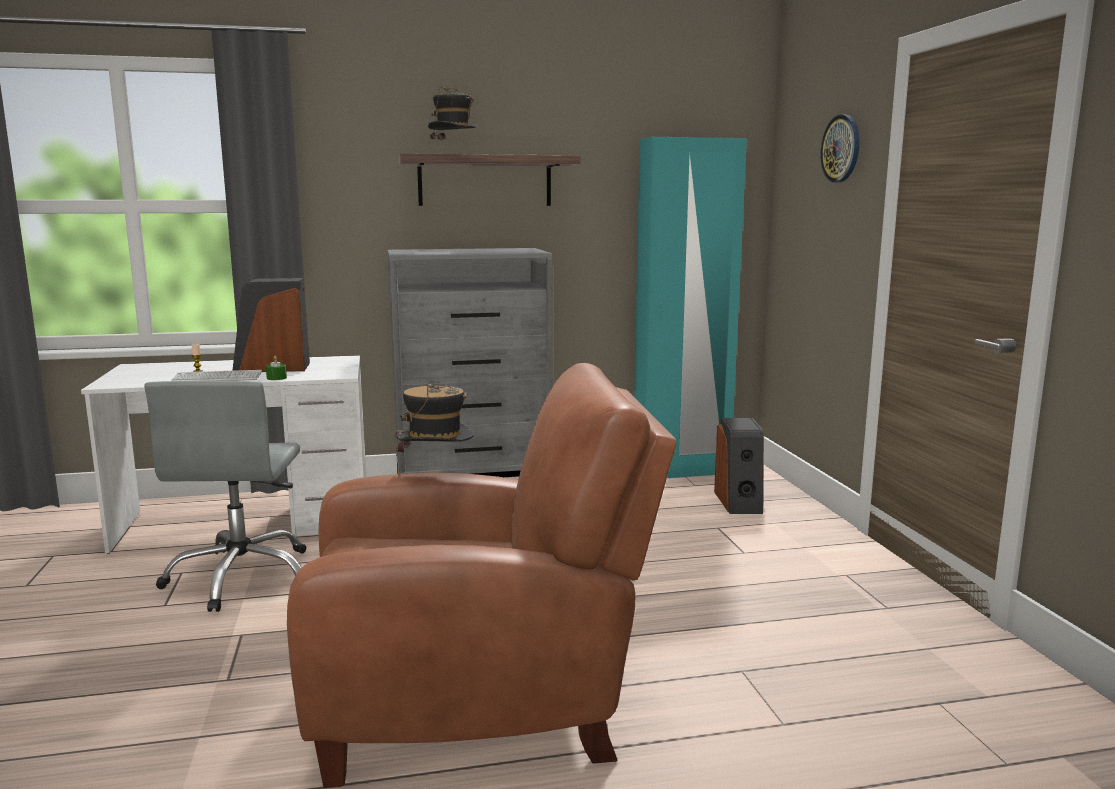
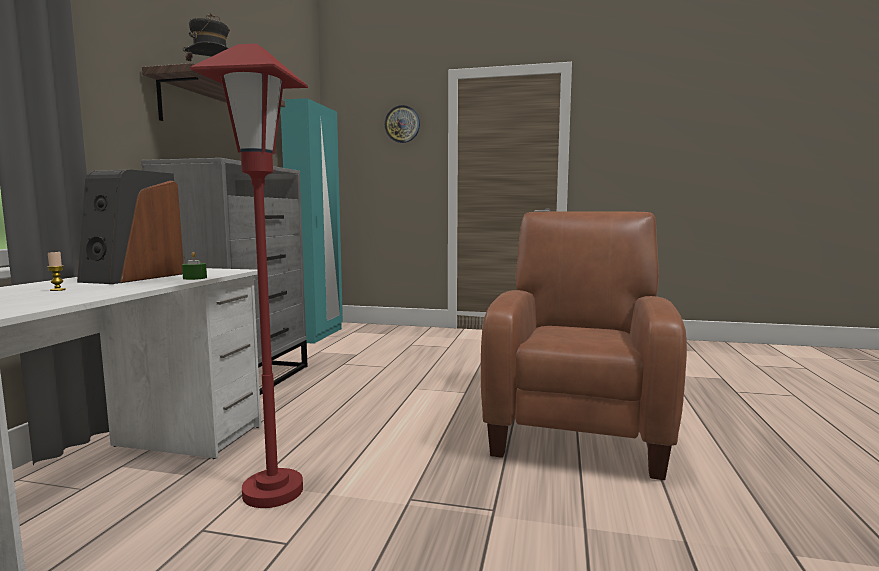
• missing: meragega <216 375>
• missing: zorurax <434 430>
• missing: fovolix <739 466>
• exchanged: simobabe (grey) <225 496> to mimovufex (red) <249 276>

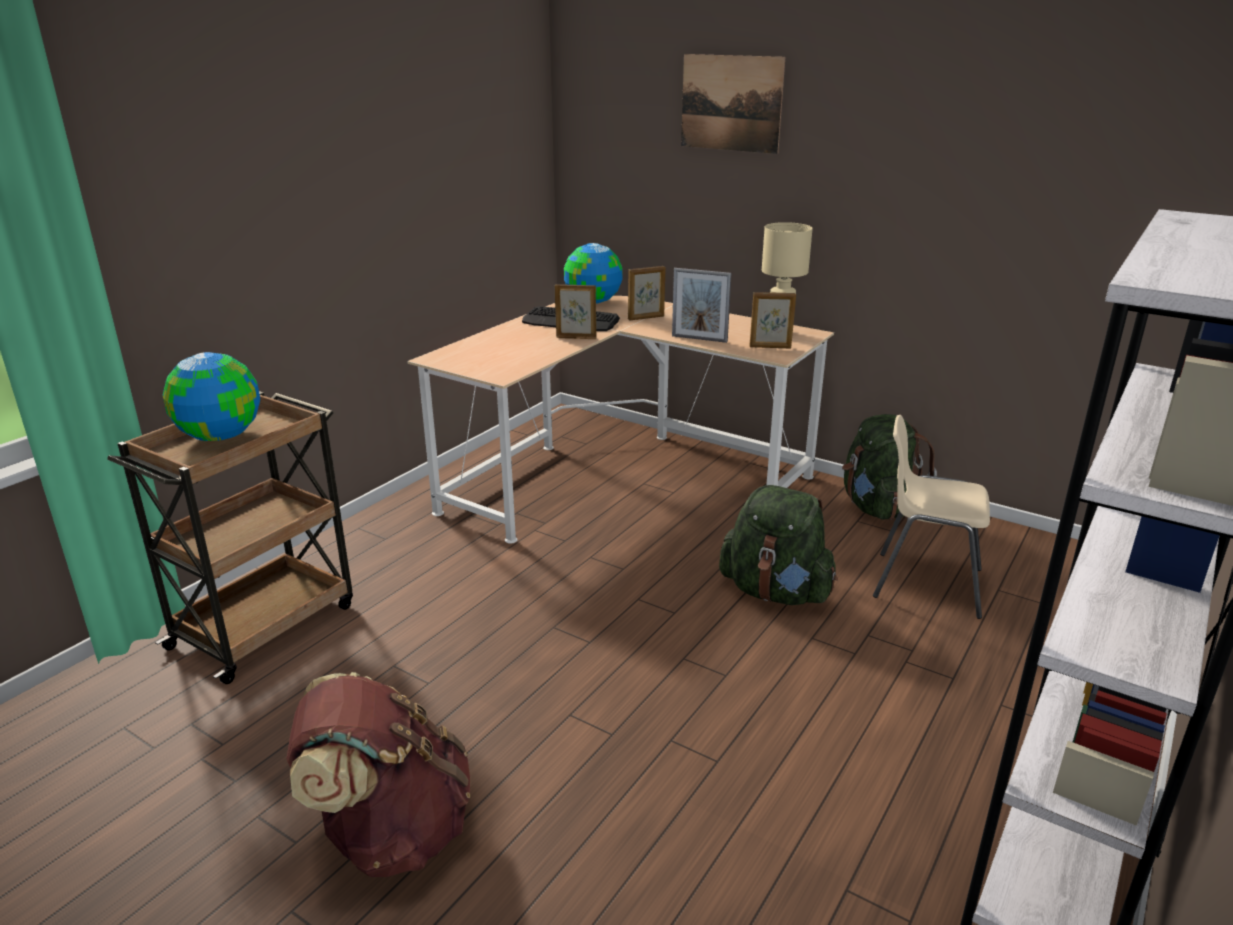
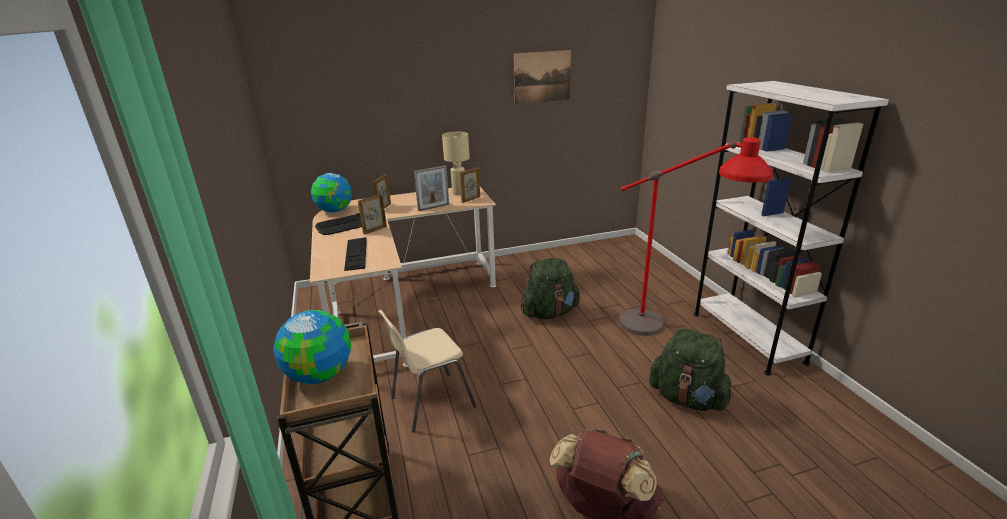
• appeared: meragega <355 254>
• appeared: mimovufex (red) <696 236>
• relocated: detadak <733 104> to <542 77>
• relocated: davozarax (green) <889 467> to <691 370>
• relocated: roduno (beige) <931 517> to <427 371>

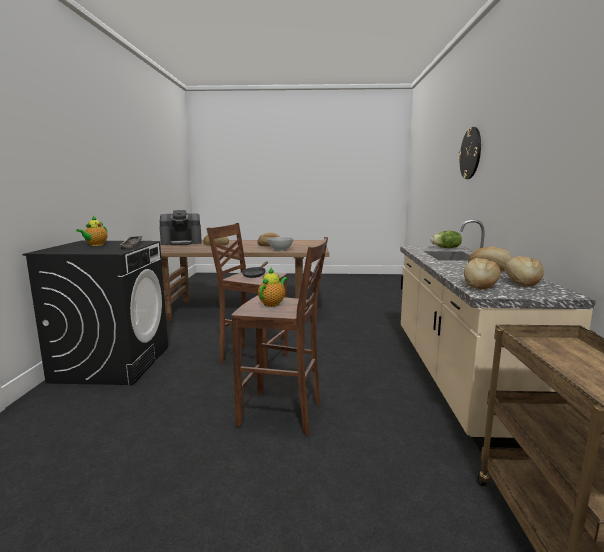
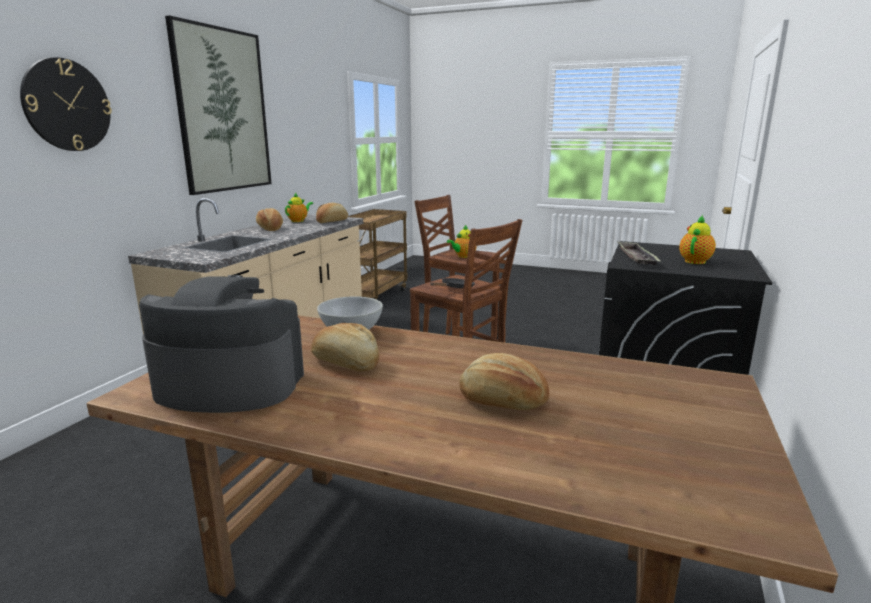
• missing: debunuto <446 239>
• appeared: detadak <218 105>
• relocated: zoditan <180 227> to <221 344>
• exchanged: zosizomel <524 271> to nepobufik <299 207>

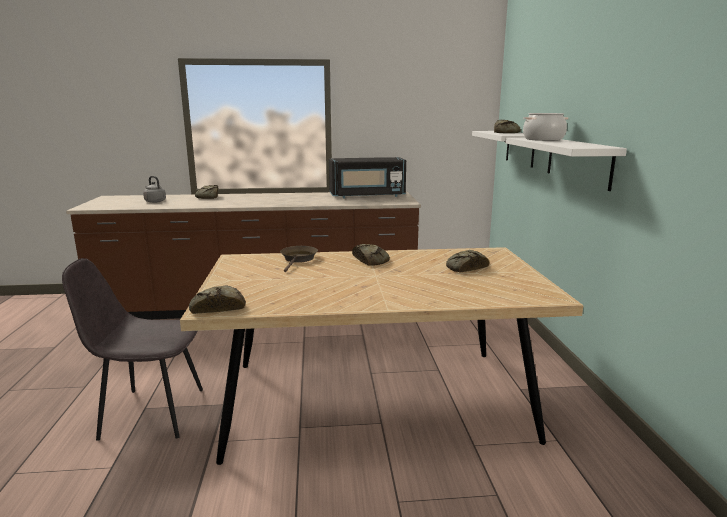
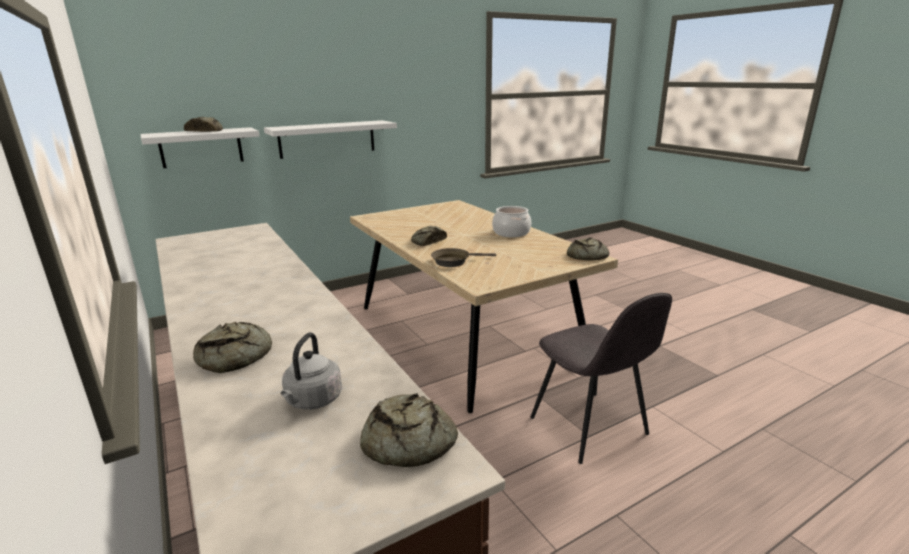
• missing: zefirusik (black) <367 177>
• relocated: zosizomel <467 261> to <409 430>
• relocated: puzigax <545 127> to <511 221>

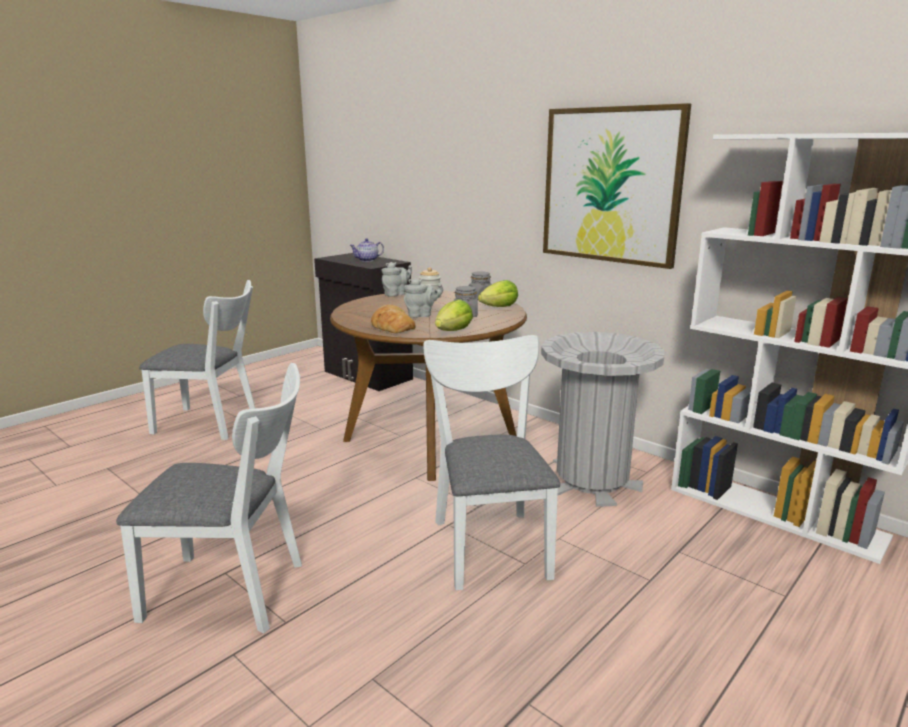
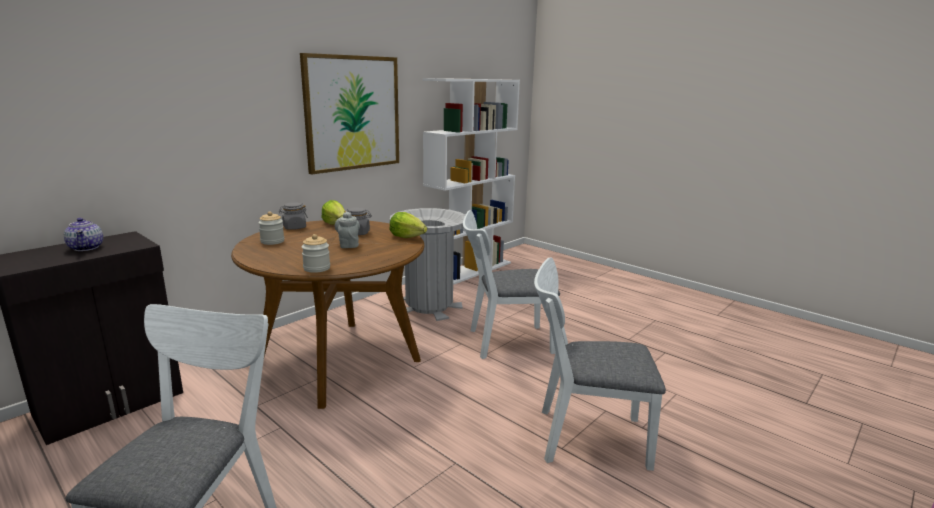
• missing: zosizomel <393 319>
• missing: nepobufik (grey) <397 279>
• appeared: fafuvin <316 253>
• spun: roduno (white) <209 498> = <600 364> 90 degrees counterclockwise

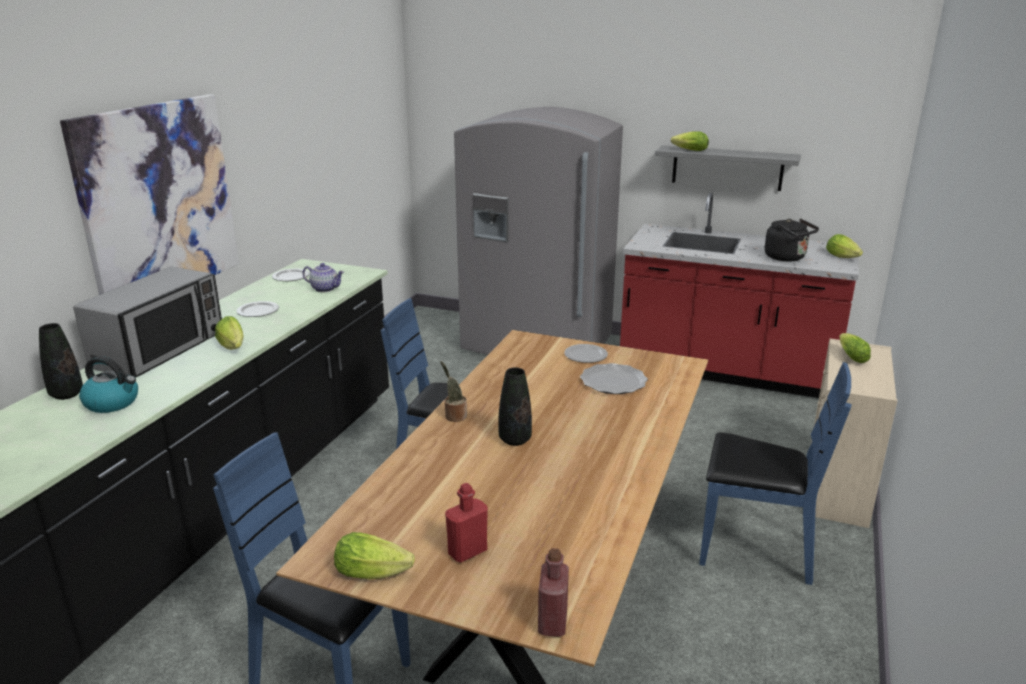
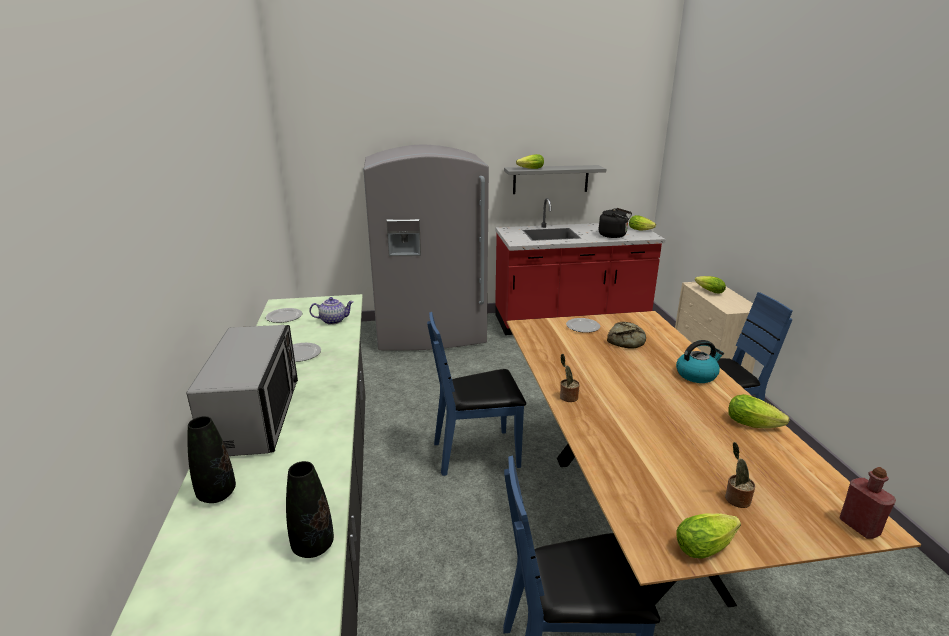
• missing: detadak <149 194>
• relocated: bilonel <108 384> to <700 361>
• relocated: debunuto <229 333> to <758 411>
• relocated: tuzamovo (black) <515 407> to <310 509>
• exchanged: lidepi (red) <466 523> to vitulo <740 475>
• exchanged: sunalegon <614 378> to zosizomel <626 335>

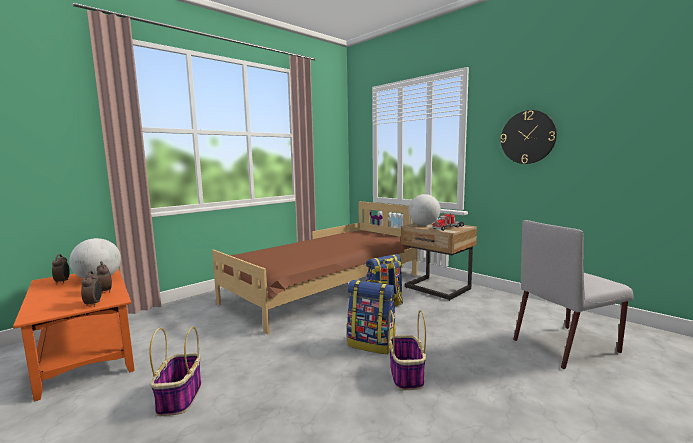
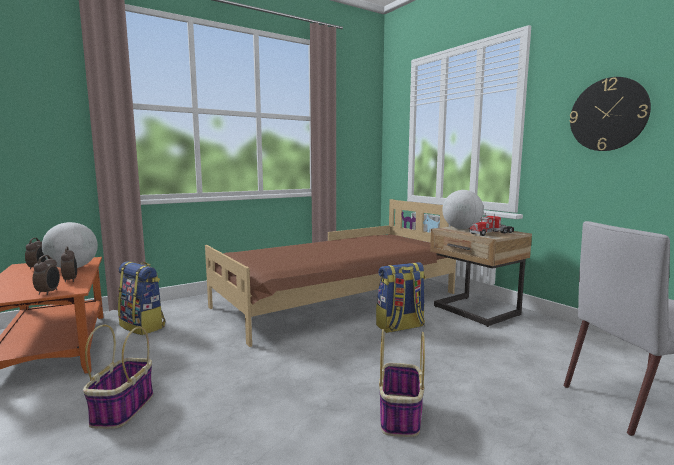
• relocated: davozarax <371 317> to <142 298>

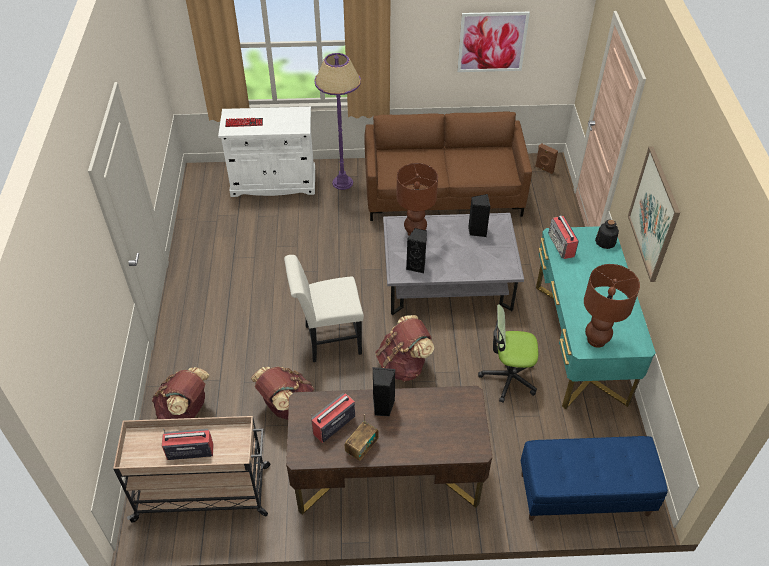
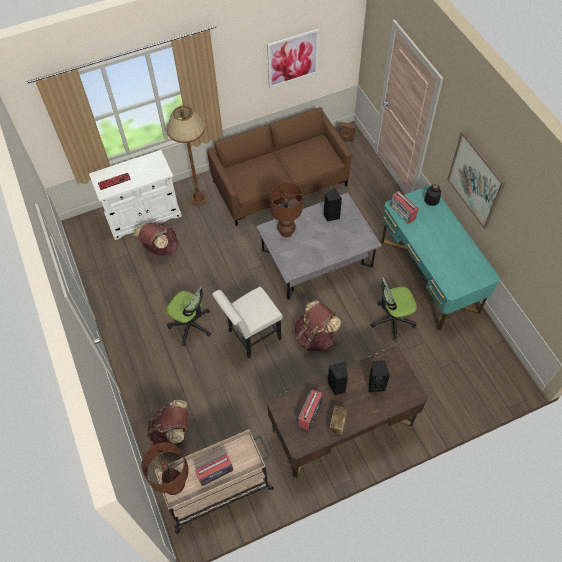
• missing: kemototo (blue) <594 478>
• appeared: simobabe <188 316>
• relocated: davozarax (brown) <282 393> to <156 238>
• relocated: fovolix (black) <416 250> to <379 376>
• relocated: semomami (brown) <612 306> to <165 468>
• colour: mimovufex (purple) <337 121> to mimovufex (brown) <186 156>

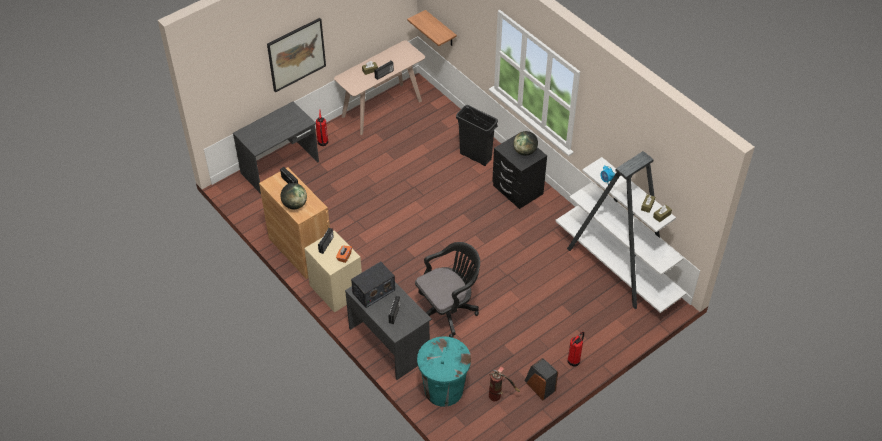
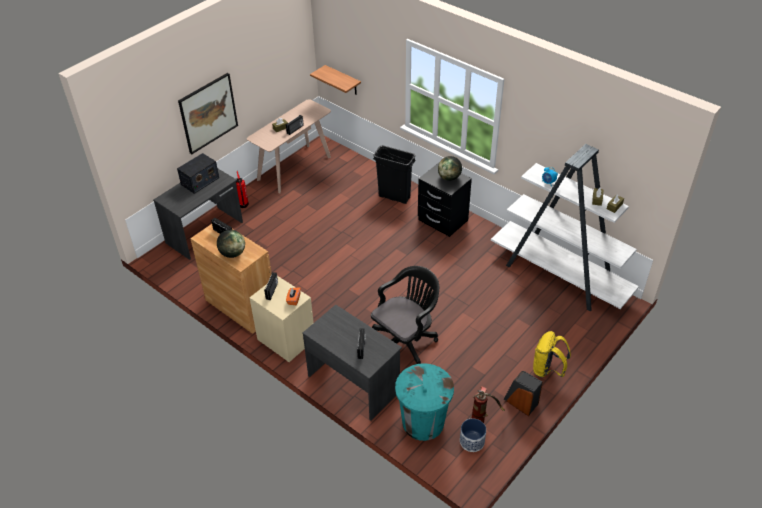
• appeared: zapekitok <473 435>
• relocated: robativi <373 285> to <198 173>
• exchanged: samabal <575 349> to davozarax (yellow) <552 354>

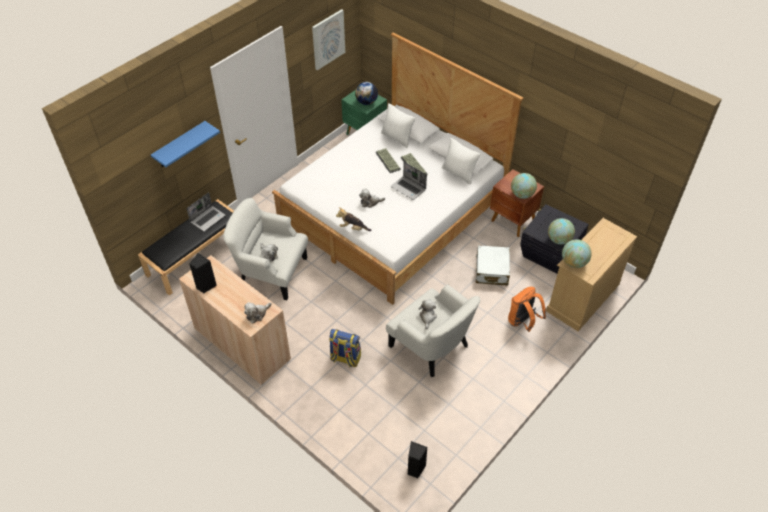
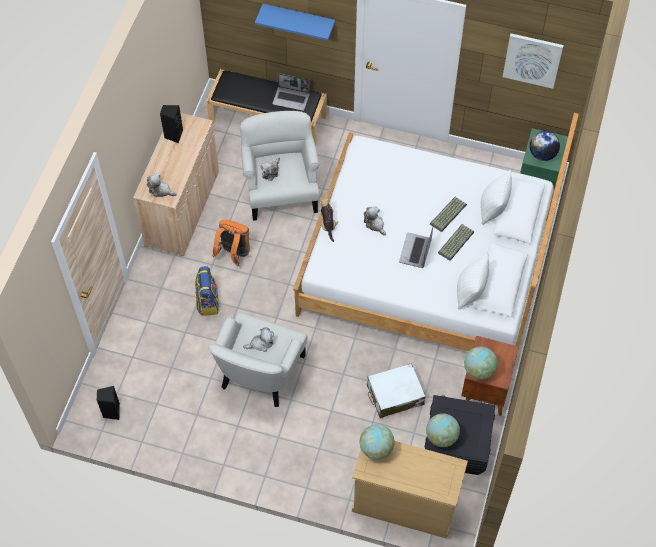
• relocated: davozarax (orange) <527 309> to <231 243>

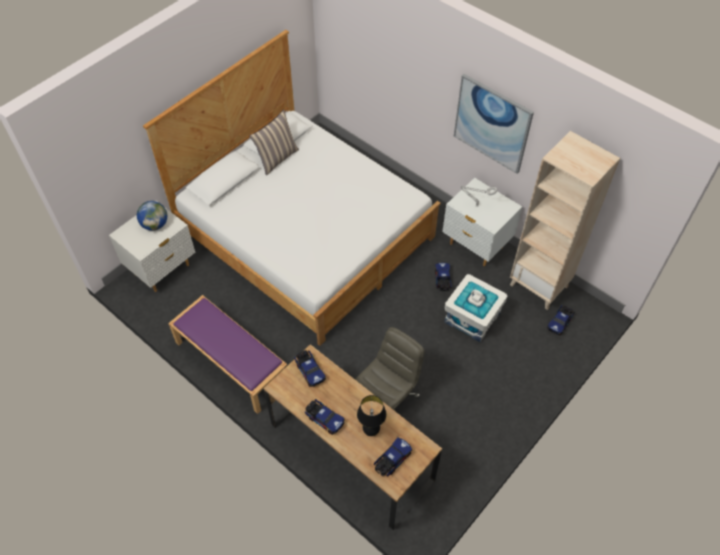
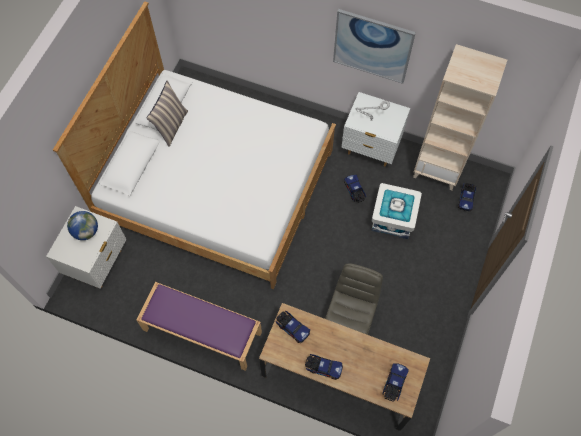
• missing: semomami (black) <371 415>

